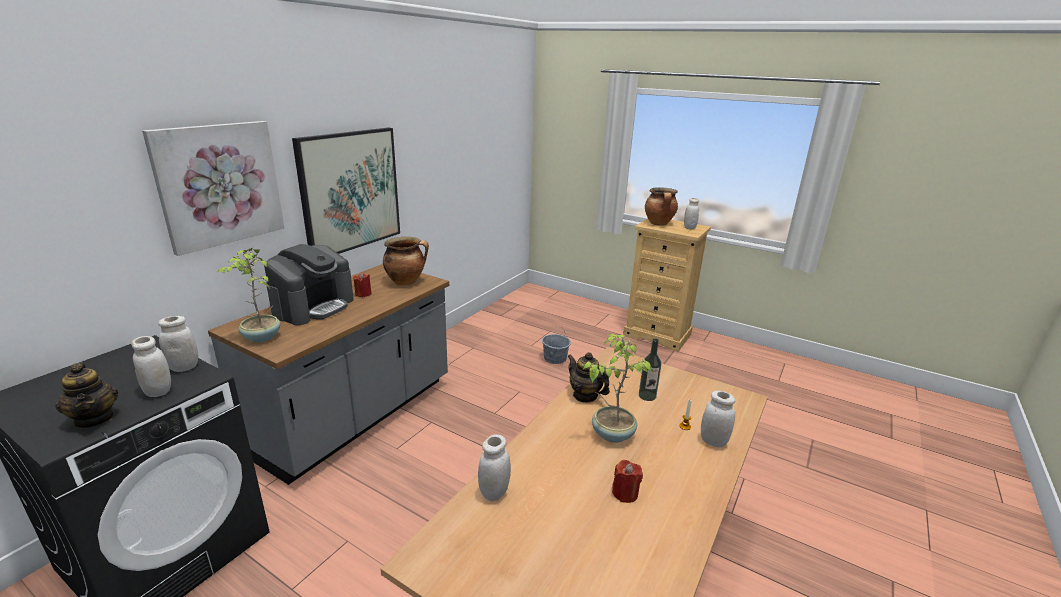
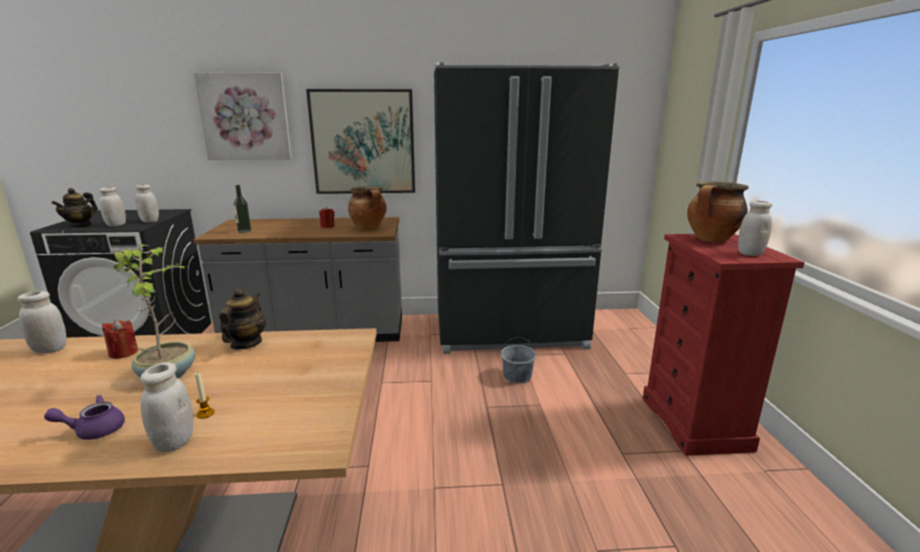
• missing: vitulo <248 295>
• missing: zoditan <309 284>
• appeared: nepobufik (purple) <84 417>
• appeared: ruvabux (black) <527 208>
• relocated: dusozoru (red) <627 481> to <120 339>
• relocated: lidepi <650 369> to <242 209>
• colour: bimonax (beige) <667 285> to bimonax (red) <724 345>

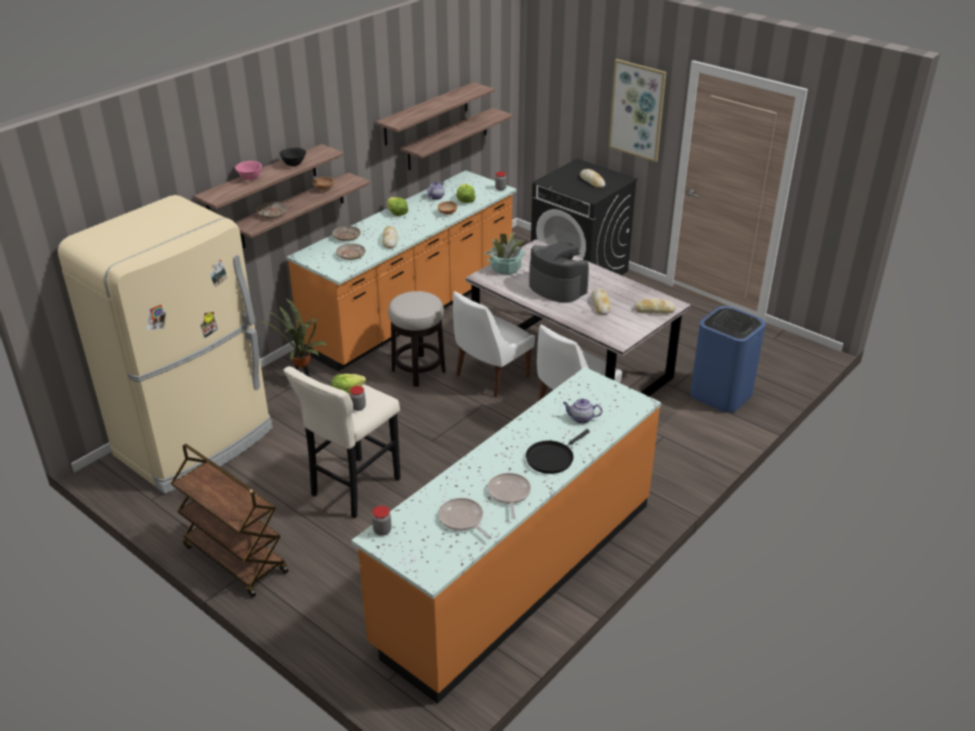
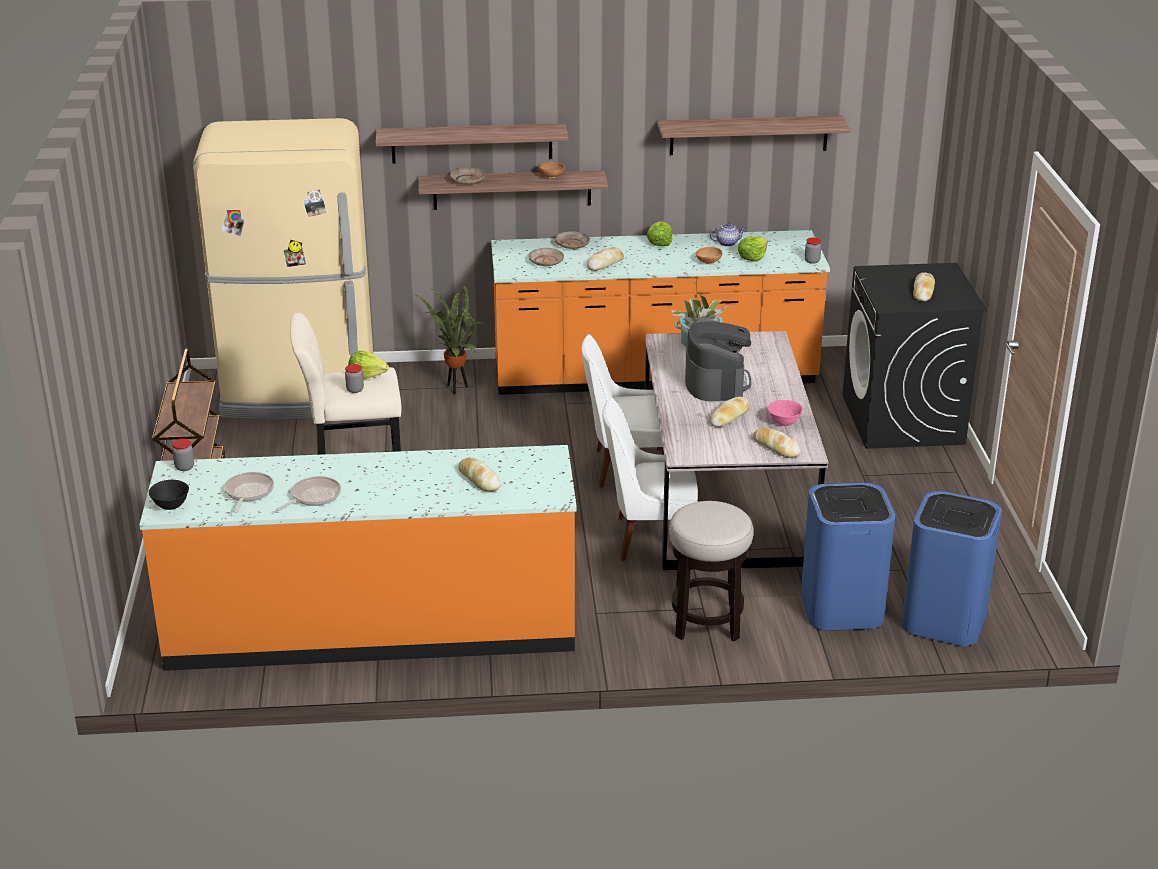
• missing: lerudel <456 139>
• missing: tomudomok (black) <558 452>
• missing: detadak <637 110>
• appeared: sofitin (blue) <952 568>
• relocated: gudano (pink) <248 170> to <785 413>
• relocated: gudano (black) <293 156> to <169 495>
• relocated: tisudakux <417 339> to <711 571>
• exchanged: nepobufik <582 411> to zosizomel <479 474>

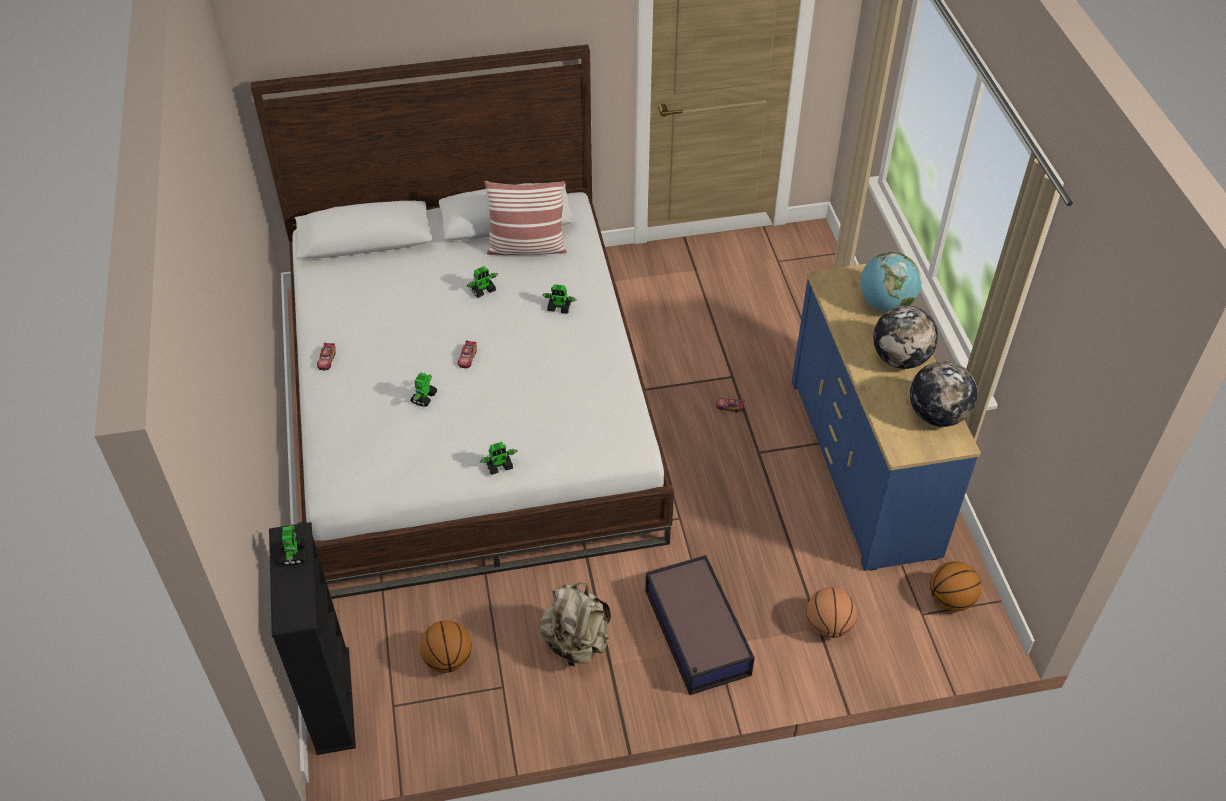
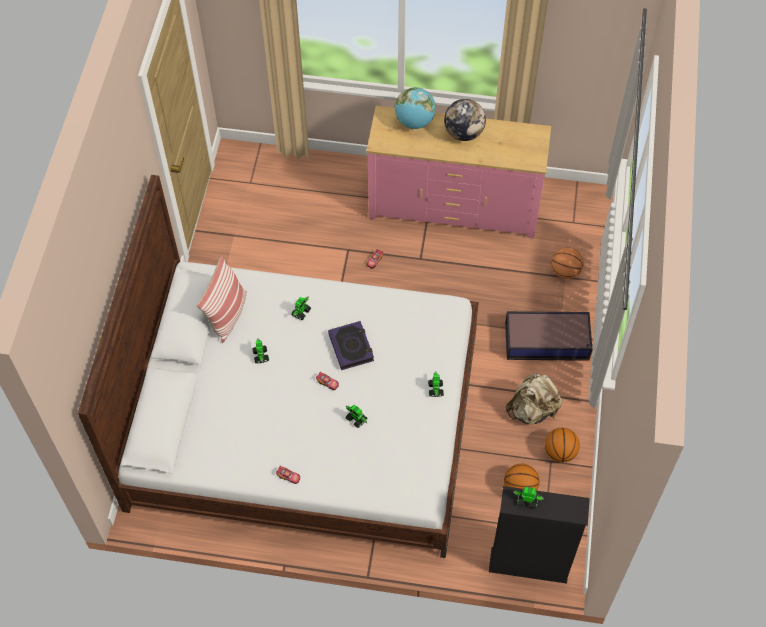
• missing: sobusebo <943 394>
• appeared: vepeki <351 345>
• relocated: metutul <955 586> to <562 445>
• colour: bimonax (blue) <886 417> to bimonax (pink) <459 172>

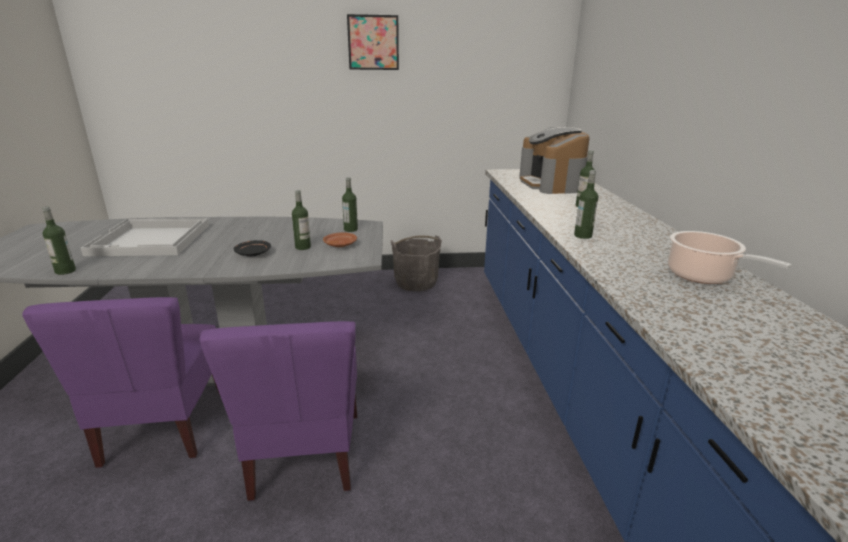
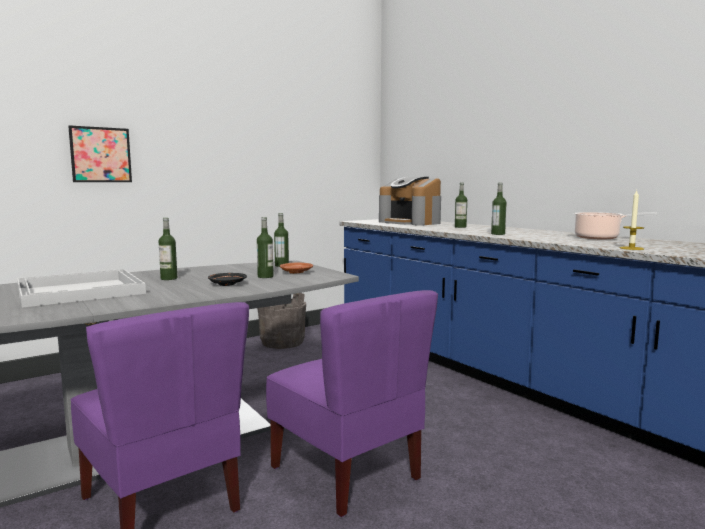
• appeared: dusozoru <632 220>
• relocated: lidepi <59 241> to <168 249>
• relocated: detadak <373 42> to <100 153>

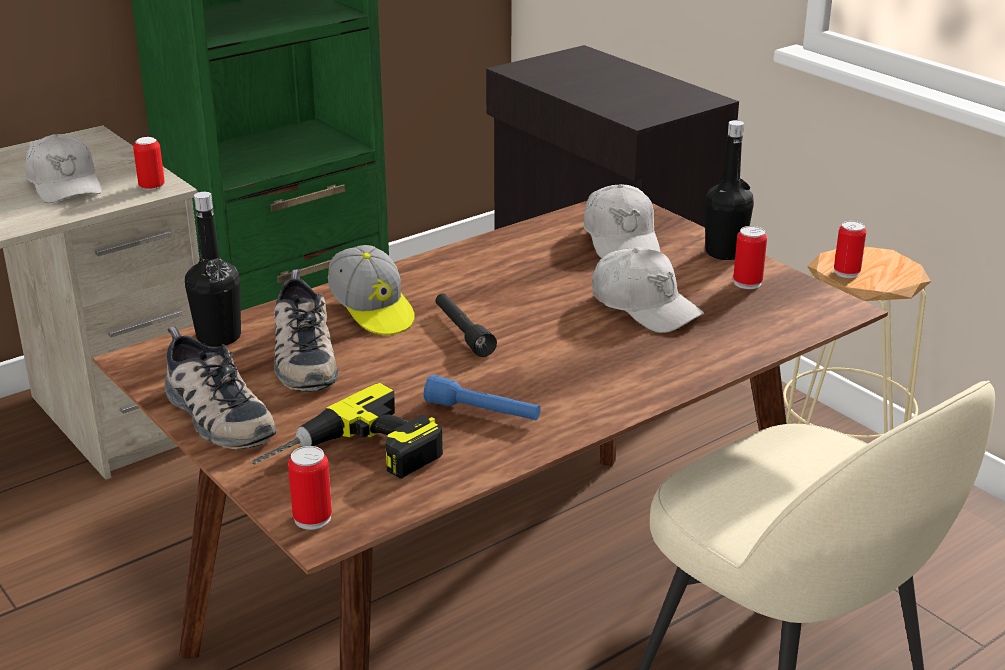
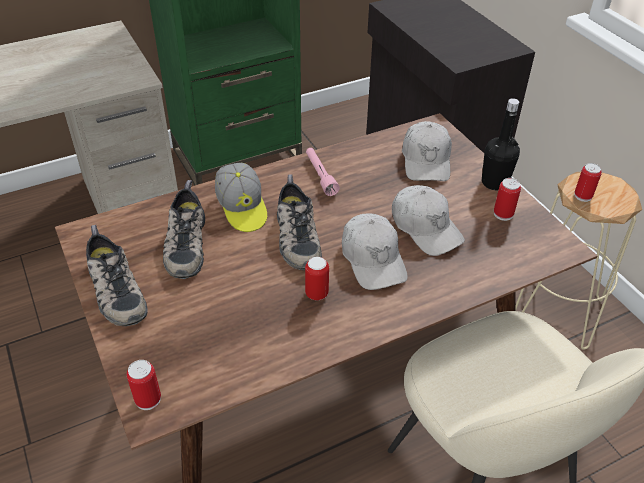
• missing: lidepi (black) <213 269>
• missing: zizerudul <347 431>
• missing: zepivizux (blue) <482 397>
• appeared: zepivizux (pink) <323 172>
• relocated: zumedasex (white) <63 168> to <375 251>
• relocated: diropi <149 163> to <317 279>
• exchanged: zepivizux (black) <466 325> to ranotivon <299 222>

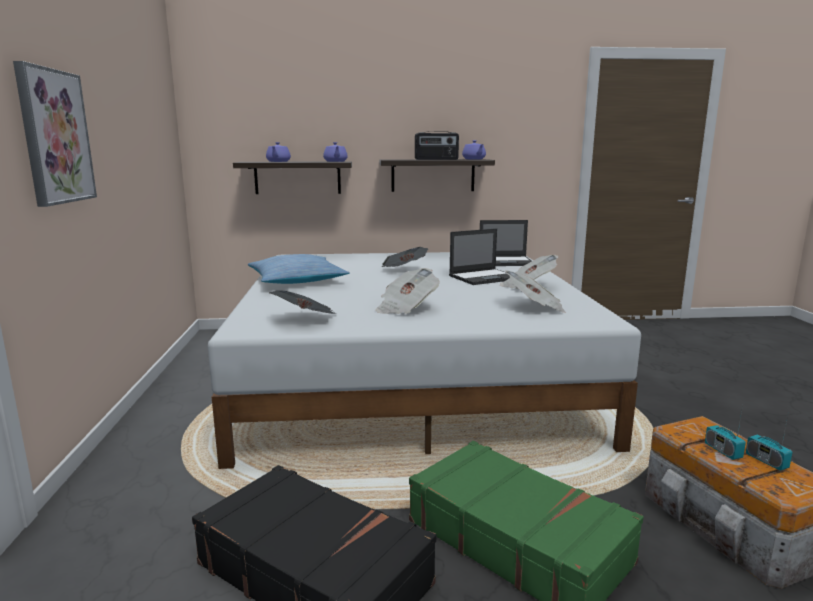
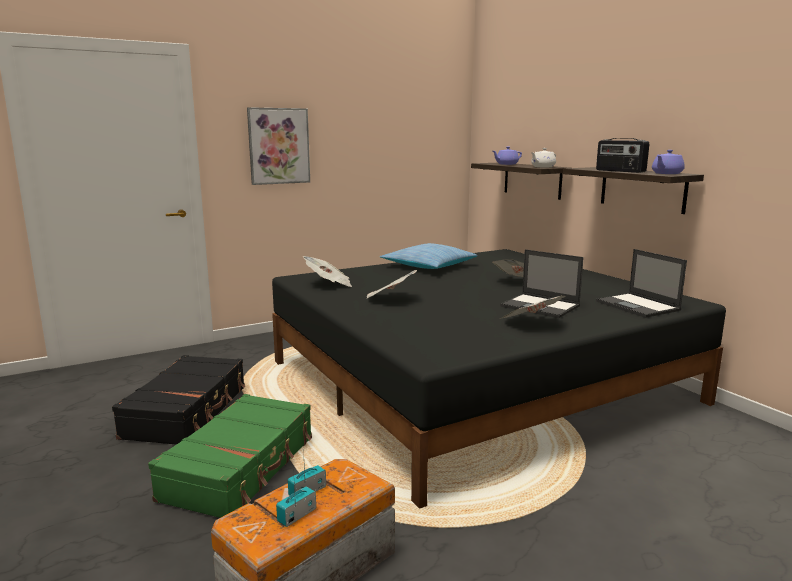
• missing: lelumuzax <535 291>
• colour: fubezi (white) <424 360> to fubezi (black) <499 379>
• colour: nepobufik (purple) <335 152> to nepobufik (white) <543 157>

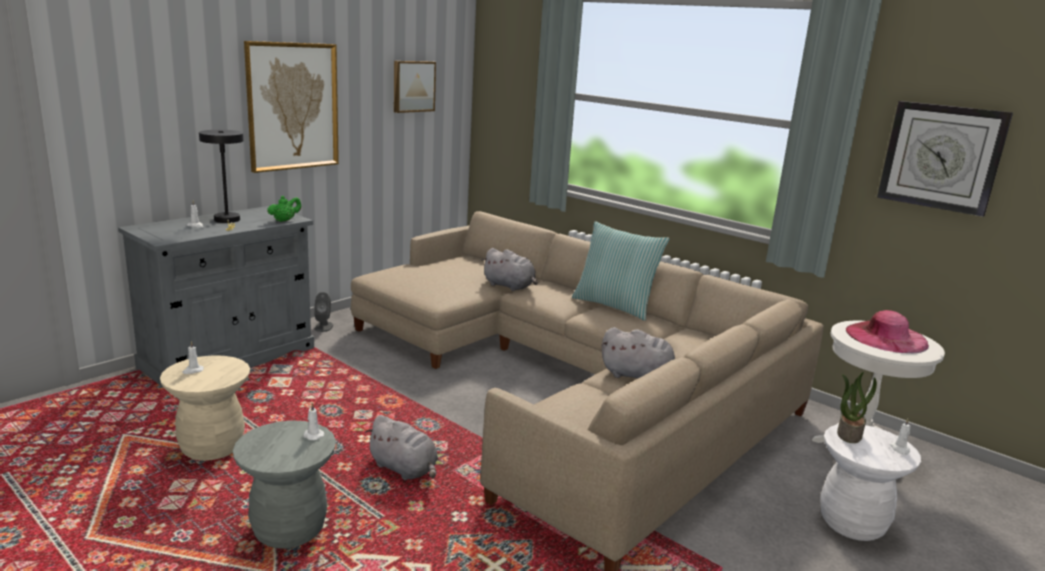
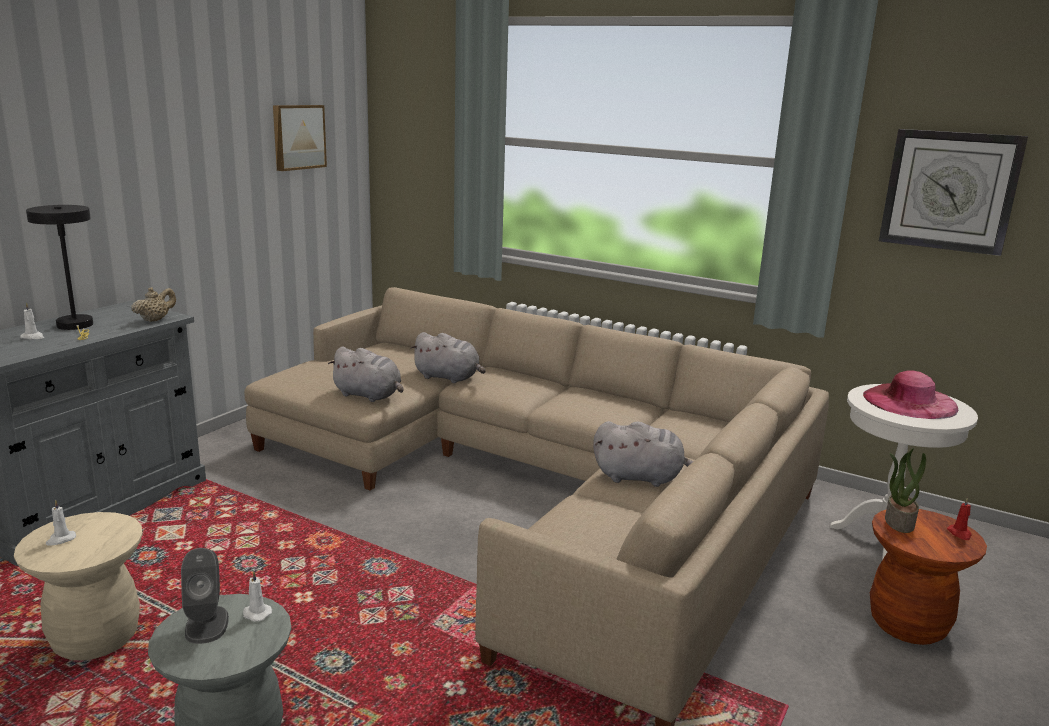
• missing: detadak <291 107>
• missing: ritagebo <620 271>
• relocated: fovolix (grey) <323 312> to <205 596>
• relocated: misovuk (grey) <401 447> to <366 374>
• colour: nepobufik (green) <284 209> to nepobufik (beige) <153 304>
• colour: tisudakux (white) <870 482> to tisudakux (brown) <928 577>
• colour: dusozoru (white) <900 437> to dusozoru (red) <959 518>

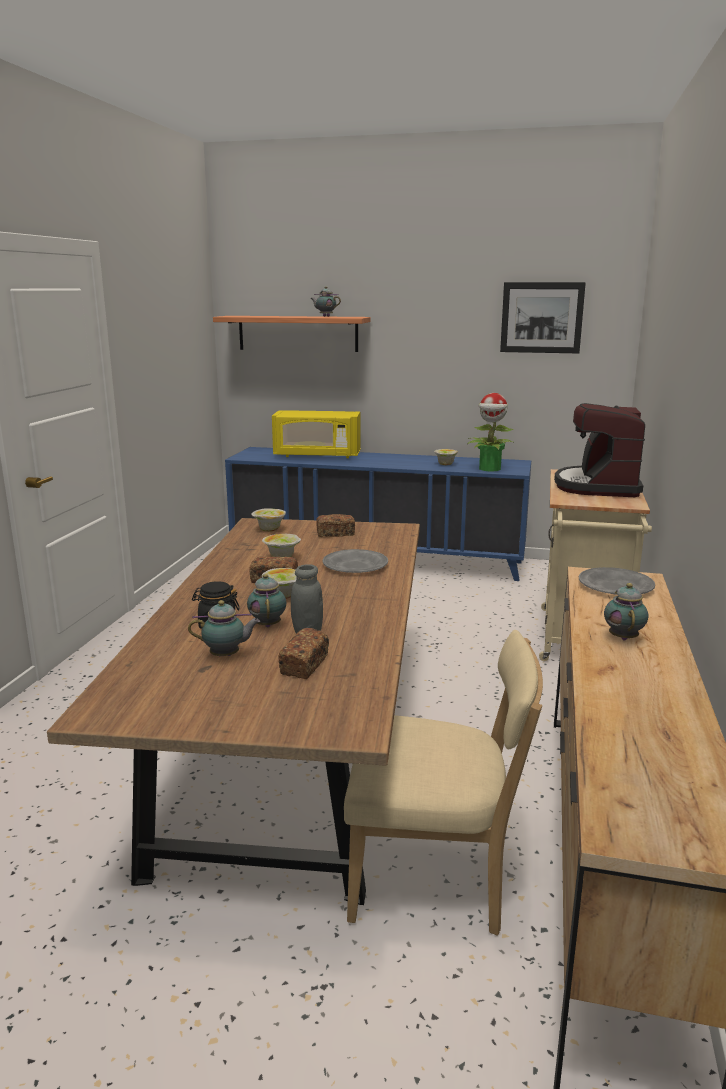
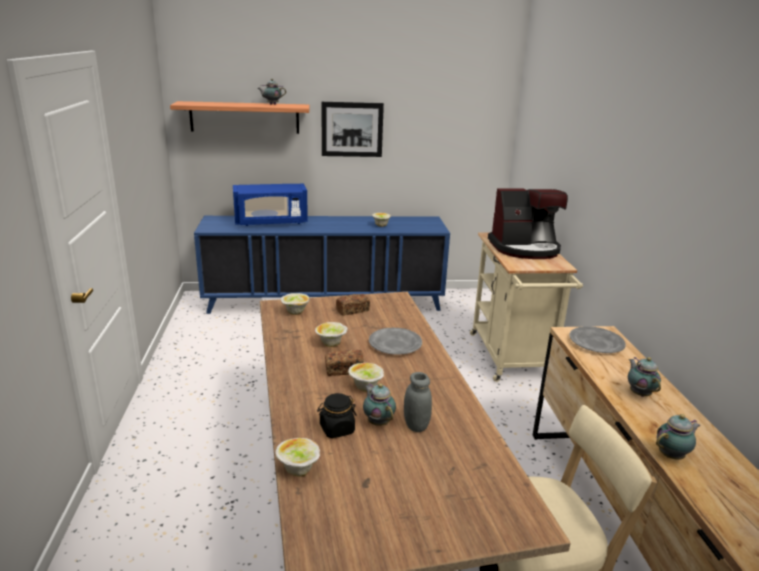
• missing: zosizomel <303 653>
• missing: vitulo <490 432>
• appeared: gudano <297 457>
• relocated: nepobufik <224 628> to <678 437>
• relocated: detadak <543 317> to <353 129>
• colour: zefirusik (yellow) <316 434> to zefirusik (blue) <270 204>
• spun: zoditan <599 450> = <528 223> 90 degrees counterclockwise

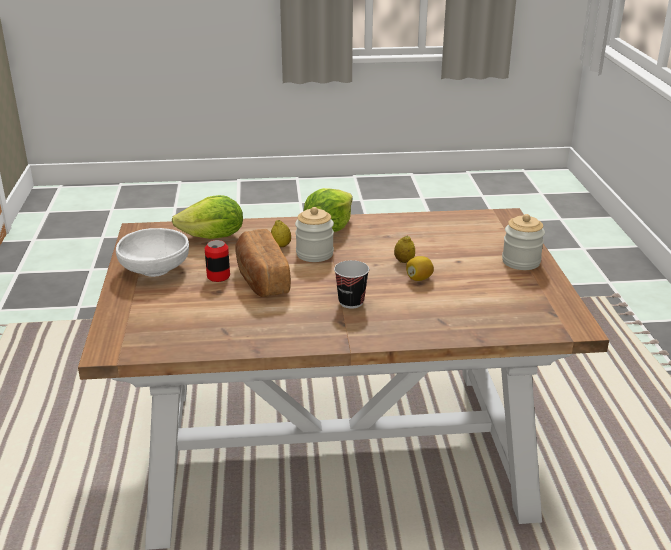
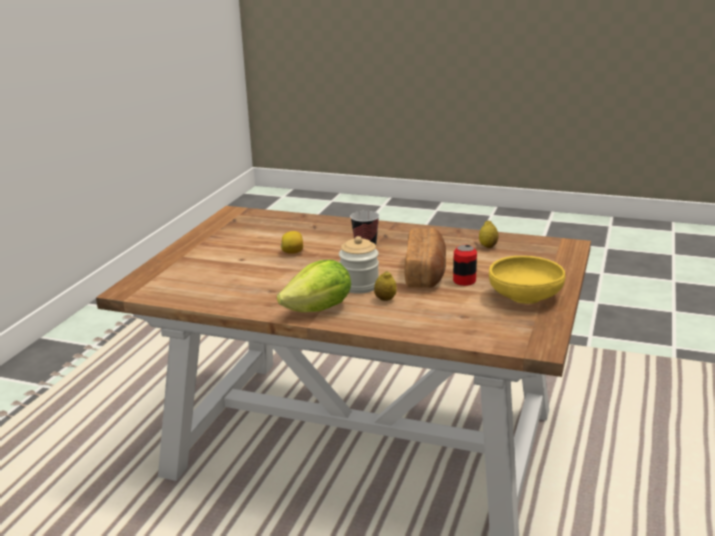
• missing: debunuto <207 217>
• missing: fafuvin <523 242>
• relocated: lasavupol <404 249> to <489 234>
• colour: gudano (white) <152 252> to gudano (yellow) <527 280>

